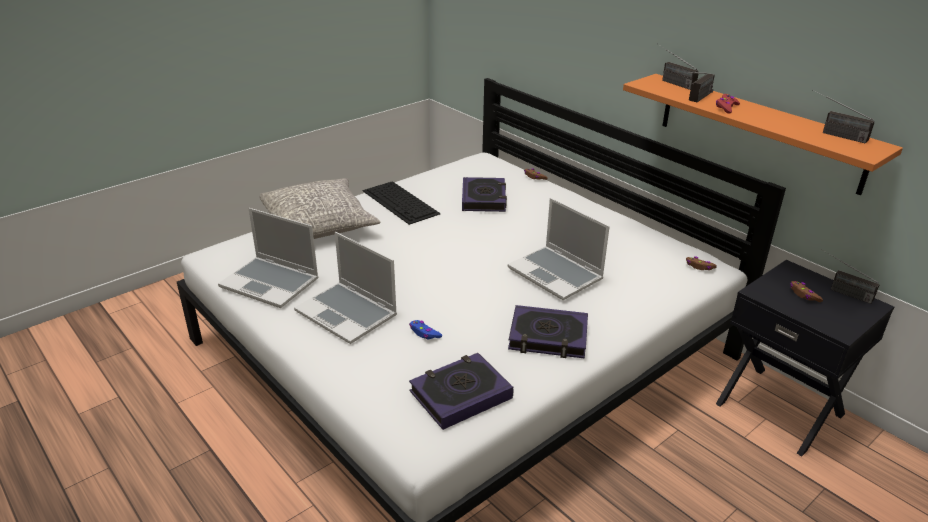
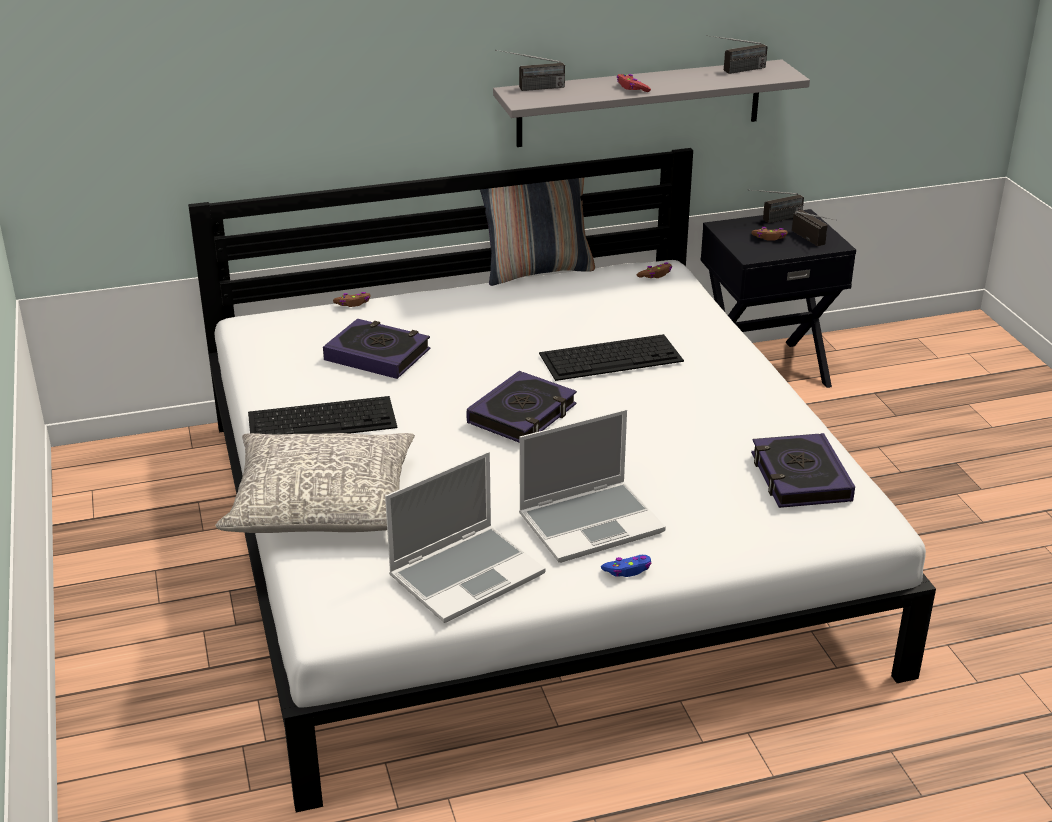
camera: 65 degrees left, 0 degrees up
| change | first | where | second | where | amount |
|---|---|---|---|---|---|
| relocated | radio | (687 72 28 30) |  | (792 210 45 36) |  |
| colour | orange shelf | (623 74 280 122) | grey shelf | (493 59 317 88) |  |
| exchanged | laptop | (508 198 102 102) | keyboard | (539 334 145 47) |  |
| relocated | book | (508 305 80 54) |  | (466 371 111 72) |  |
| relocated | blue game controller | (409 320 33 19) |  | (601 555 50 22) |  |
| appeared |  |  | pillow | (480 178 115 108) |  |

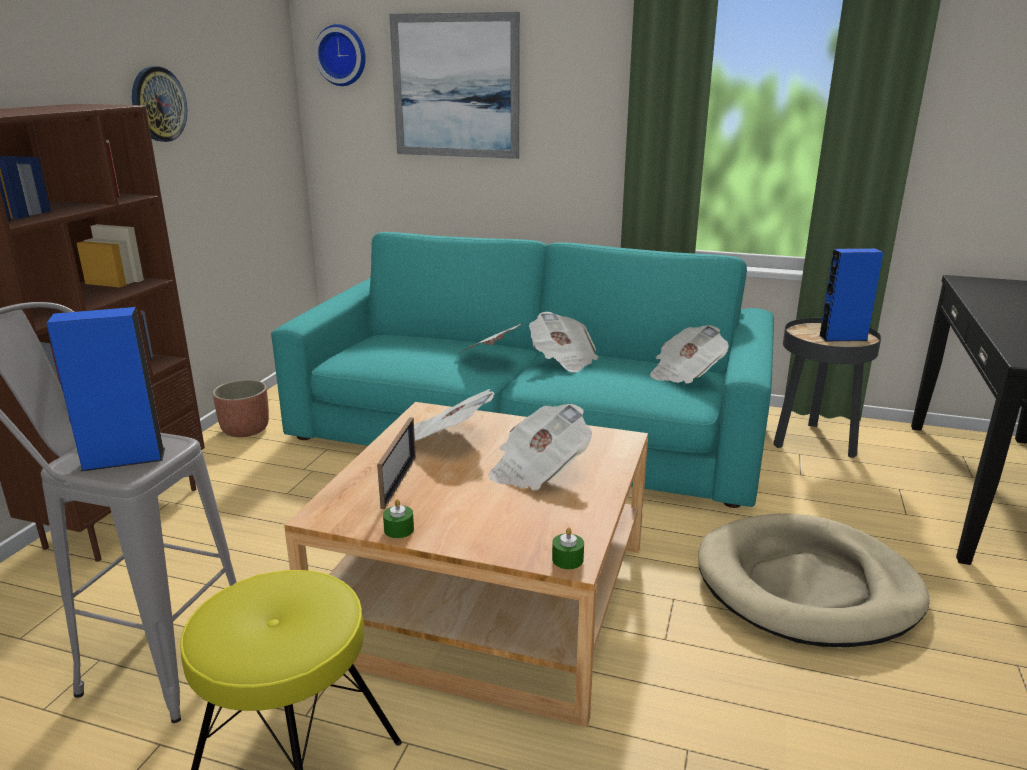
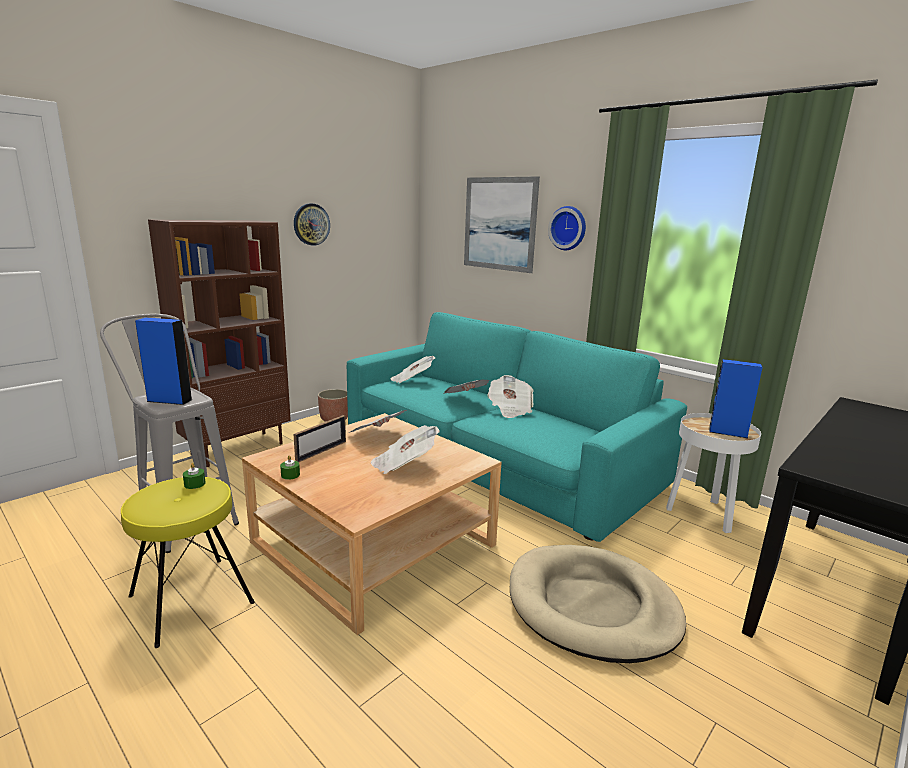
camera: 25 degrees right, 5 degrees down
| change | first | where | second | where | amount |
|---|---|---|---|---|---|
| relocated | wall clock | (314 24 52 62) |  | (548 206 38 44) |  |
| colour | black side table | (773 318 108 140) | white side table | (666 413 95 120) |  |
| relocated | newspaper | (650 325 79 58) |  | (391 356 44 27) |  |
| relocated | green candle | (552 527 32 42) |  | (183 463 23 26) |  |

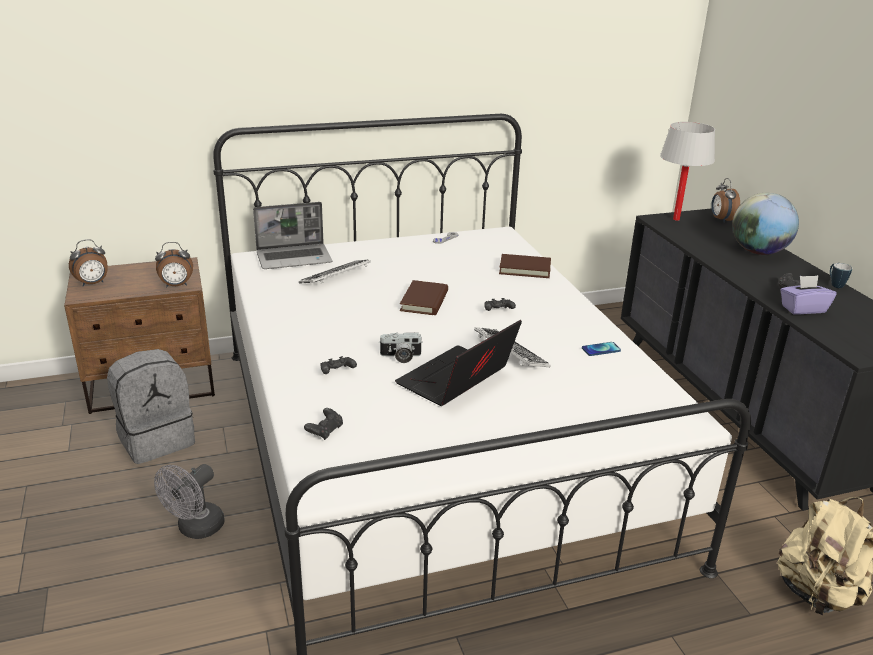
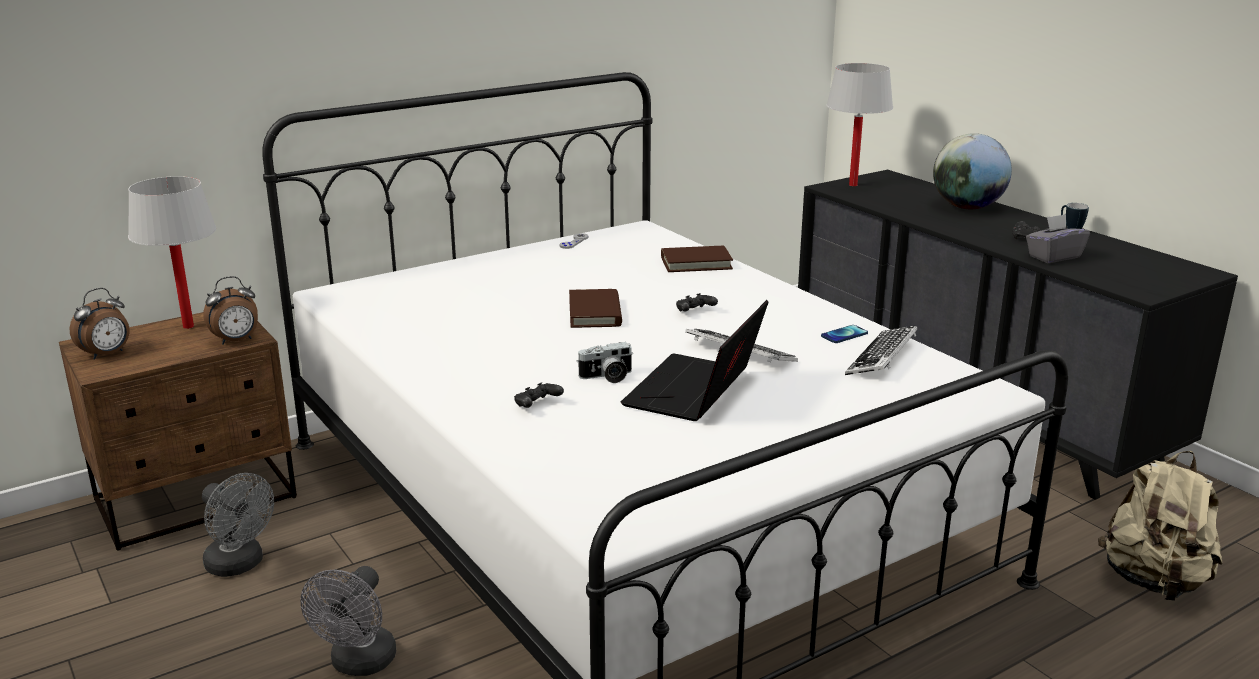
camera: 15 degrees left, 5 degrees down
| change | first | where | second | where | amount |
|---|---|---|---|---|---|
| missing | alarm clock | (711 178 29 45) |  |  |  |
| missing | laptop | (253 202 79 67) |  |  |  |
| relocated | keyboard | (299 260 72 24) |  | (845 326 73 49) |  |
| colour | purple tissue box | (780 275 56 40) | grey tissue box | (1026 214 64 49) |  |
| exchanged | grey backpack | (107 349 88 115) | grey fan | (202 473 72 104) |  |
| missing | black game controller | (304 408 39 32) |  |  |  |
| appeared |  |  | white table lamp | (128 176 89 153) |  |

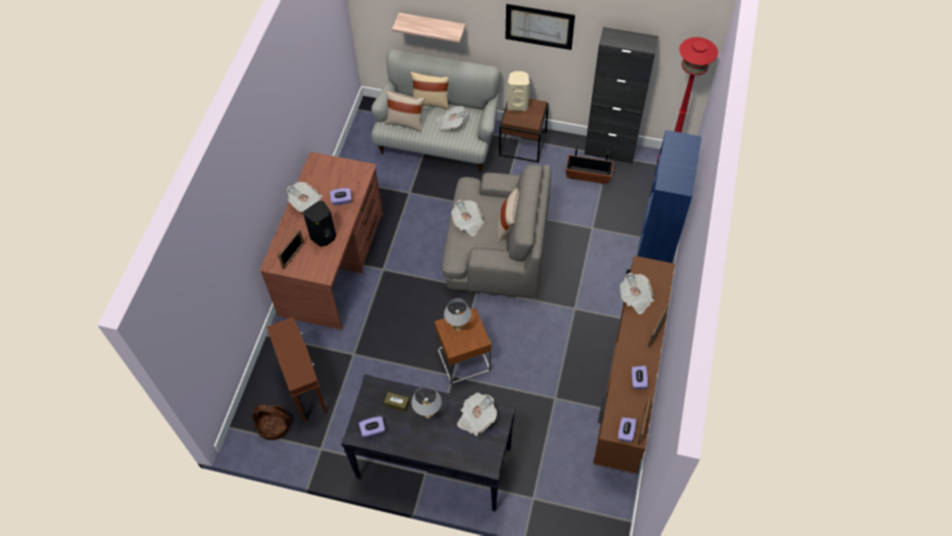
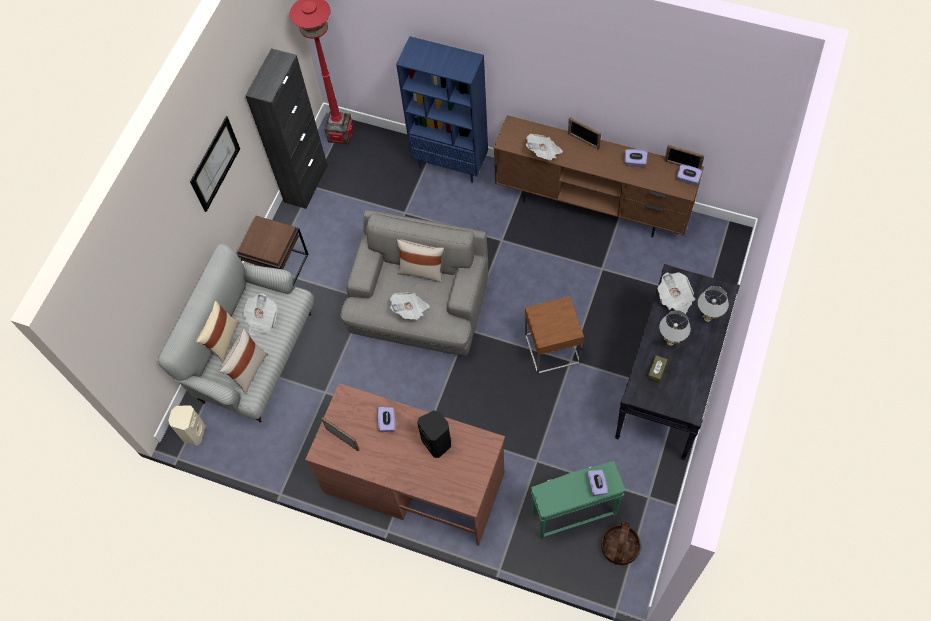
camera: 80 degrees left, 5 degrees up
| change | first | where | second | where | amount |
|---|---|---|---|---|---|
| missing | shelf | (392 13 74 30) |  |  |  |
| relocated | beige speaker | (507 71 23 40) |  | (168 405 38 41) |  |
| missing | planter | (565 145 49 39) |  |  |  |
| missing | newspaper | (287 182 35 30) |  |  |  |
| relocated | picture frame | (278 229 26 40) |  | (321 417 38 35) |  |
| relocated | white table lamp | (444 298 27 33) |  | (698 286 31 36) |  |
| colour | brown side table | (267 317 60 105) | green side table | (531 461 95 78) |  |
| relocated | purple tissue box | (359 416 26 22) |  | (587 470 21 26) |  |

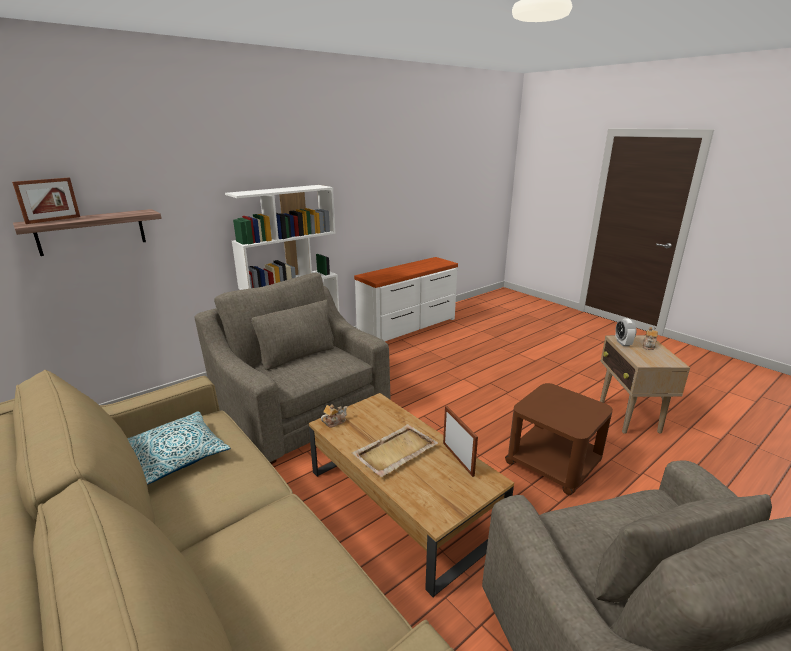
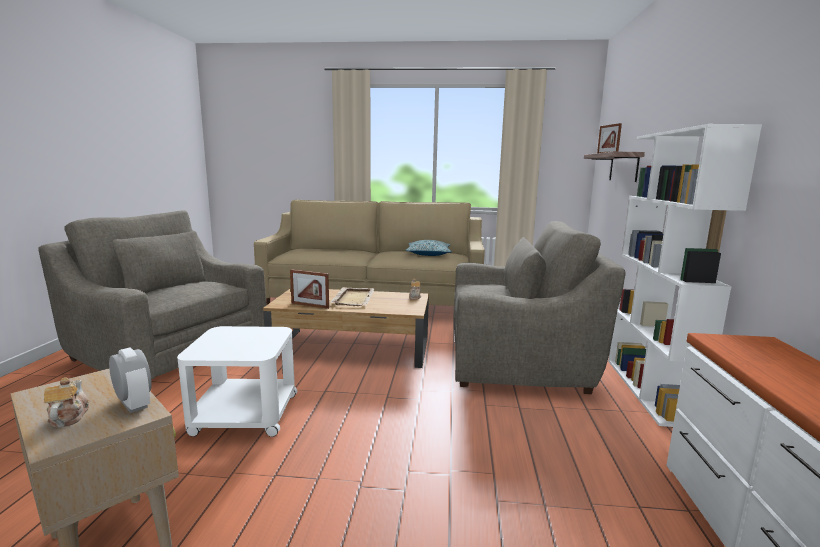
camera: 135 degrees right, 10 degrees down
| change | first | where | second | where | amount |
|---|---|---|---|---|---|
| colour | brown side table | (505 383 108 112) | white side table | (177 326 120 111) |  |

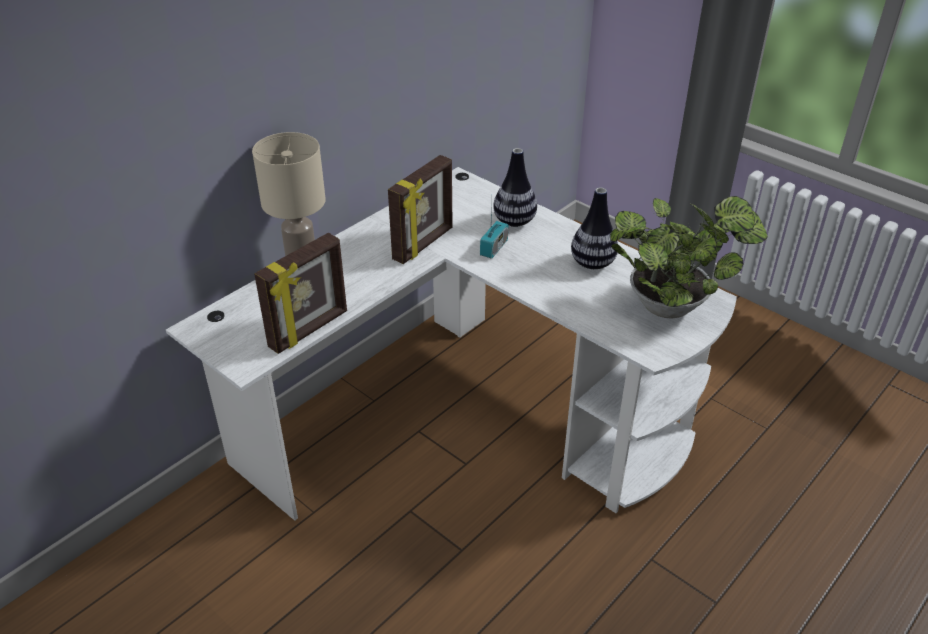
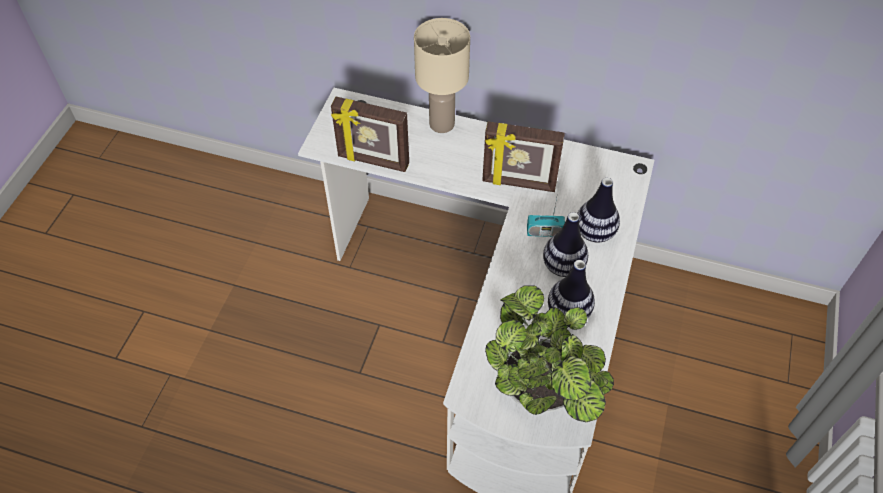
camera: 65 degrees right, 15 degrees up
| change | first | where | second | where | amount |
|---|---|---|---|---|---|
| appeared |  |  | vase | (543 212 45 65) |  |

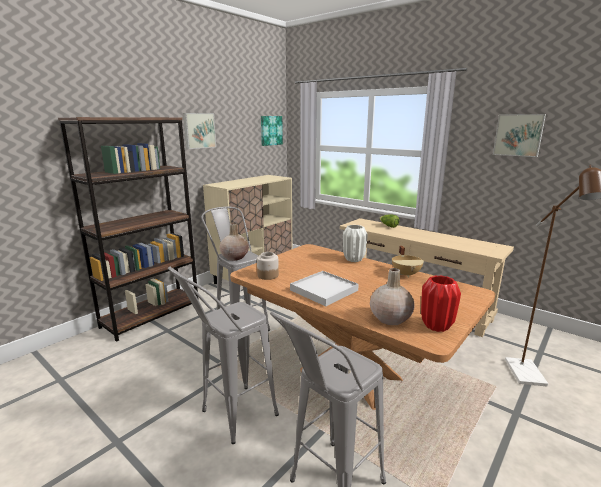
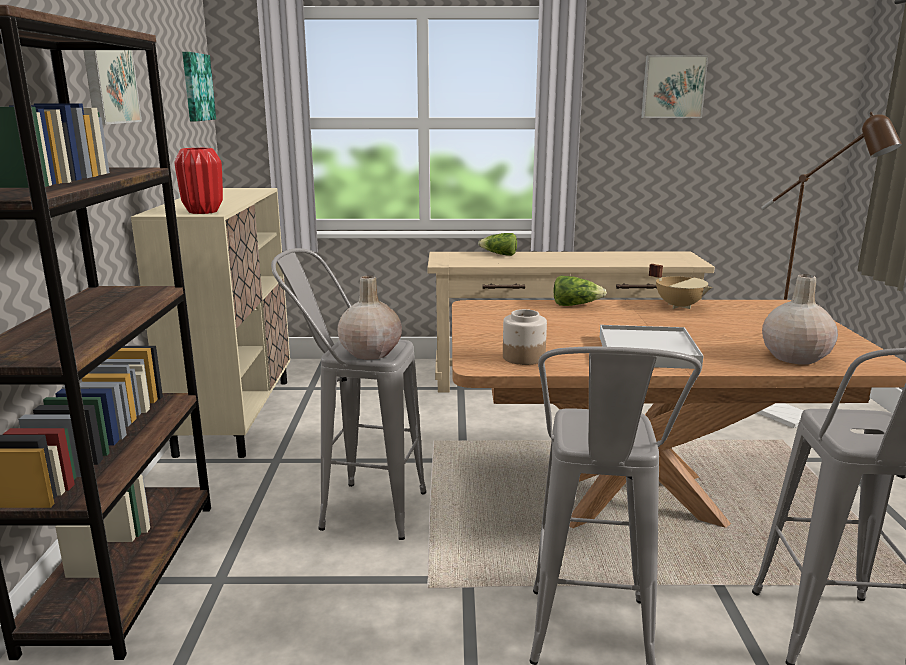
camera: 40 degrees left, 0 degrees up
| change | first | where | second | where | amount |
|---|---|---|---|---|---|
| exchanged | white vase | (343 225 25 37) | lettuce | (553 276 54 30) |  |
| relocated | red vase | (421 275 40 57) |  | (174 148 49 66) |  |

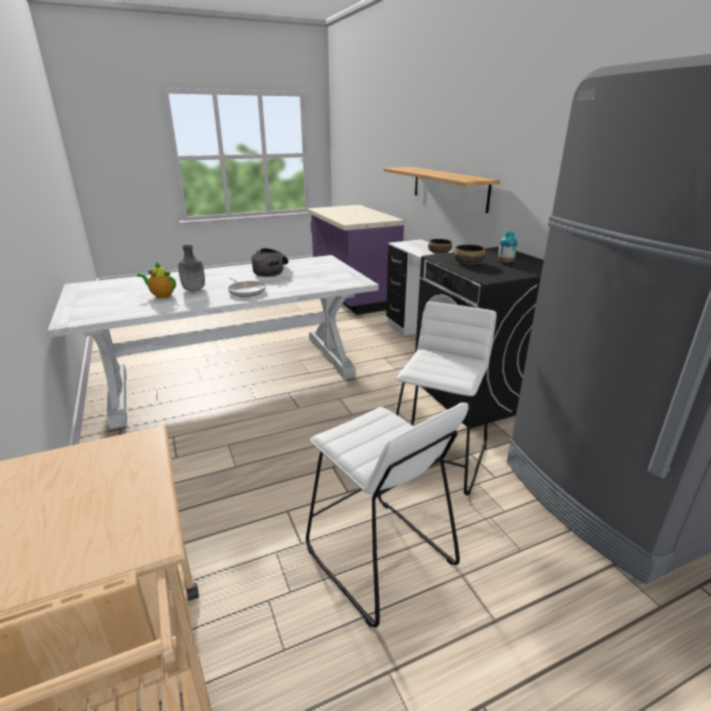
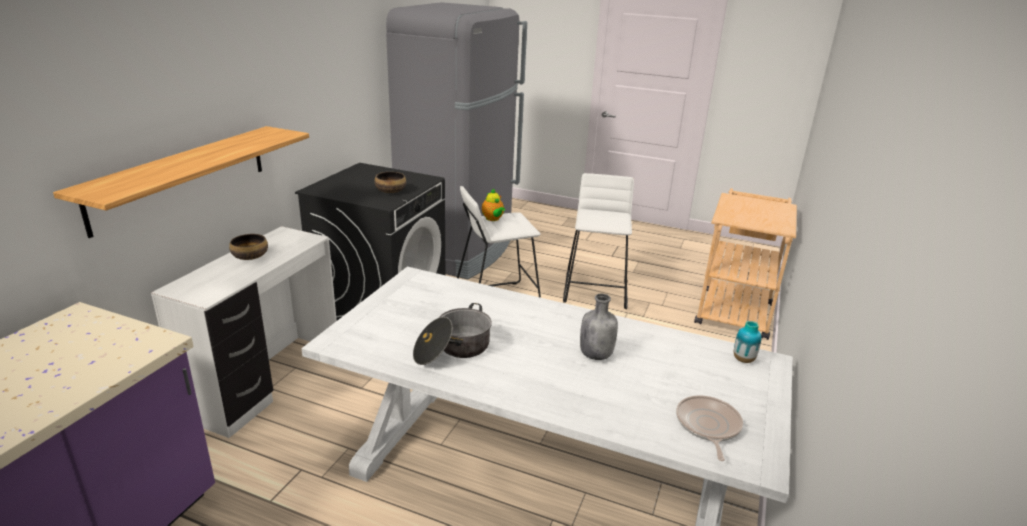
camera: 135 degrees left, 0 degrees up
| change | first | where | second | where | amount |
|---|---|---|---|---|---|
| relocated | vase | (498 231 19 32) |  | (734 321 27 42) |  |
| relocated | teapot | (137 262 39 36) |  | (482 188 23 33) |  |
| relocated | frying pan | (228 277 38 20) |  | (676 395 67 66) |  |

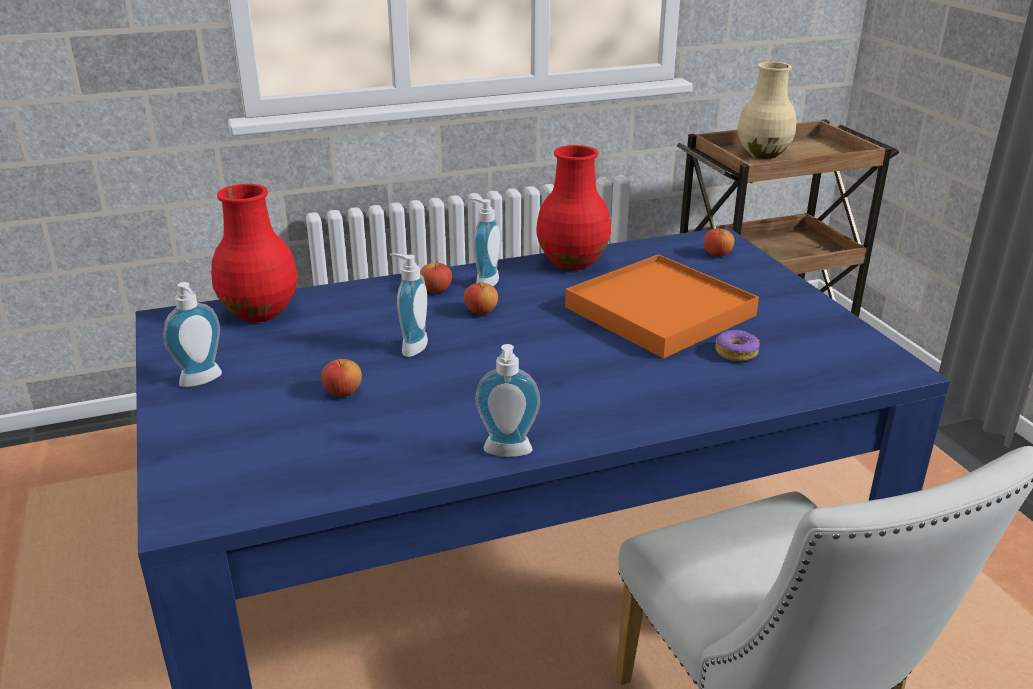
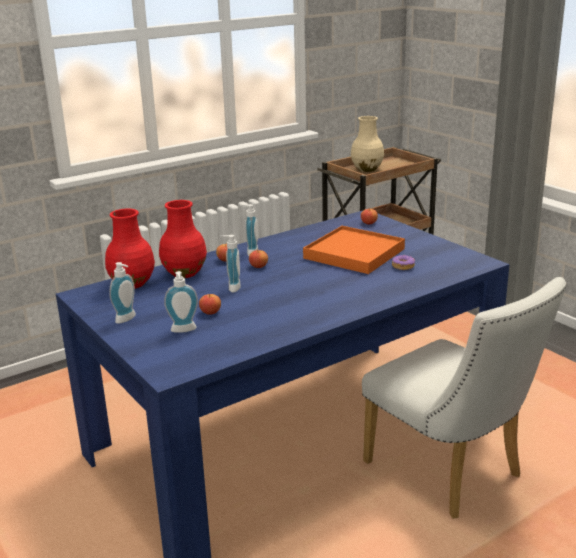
camera: 15 degrees left, 5 degrees down
| change | first | where | second | where | amount |
|---|---|---|---|---|---|
| relocated | red vase | (536 145 75 125) |  | (159 200 48 78) |  |
| relocated | soap dispenser | (475 344 65 113) |  | (164 271 34 62) |  |

